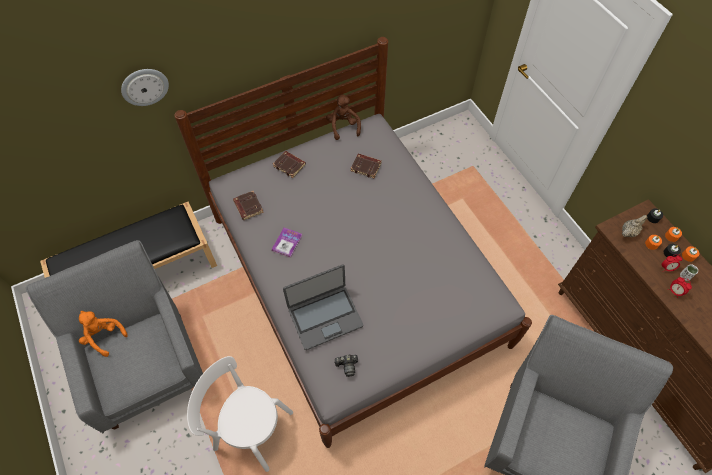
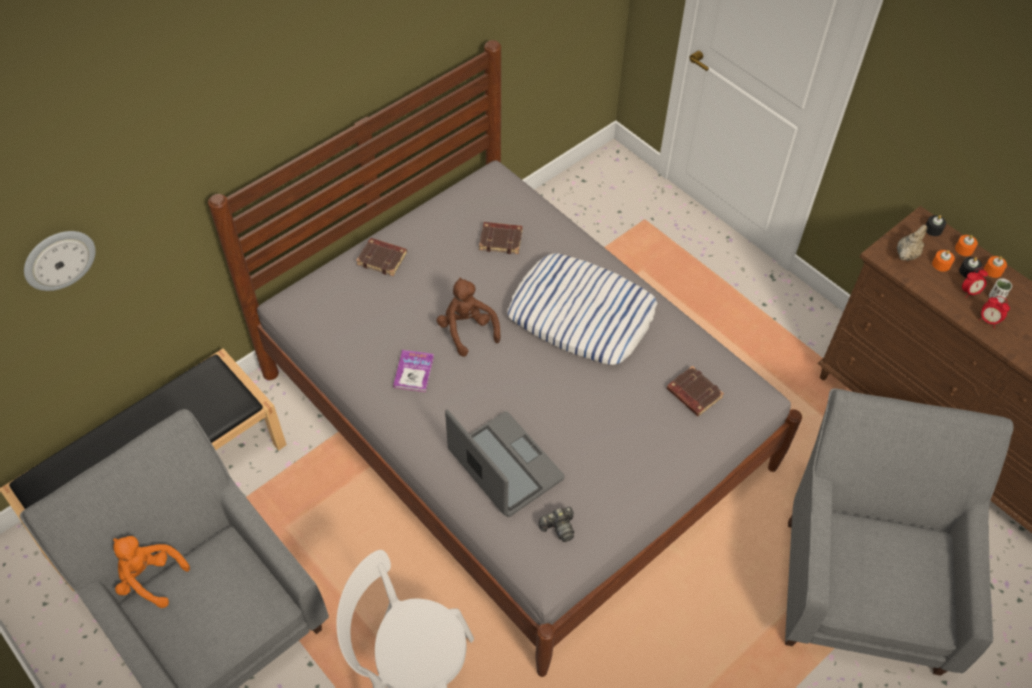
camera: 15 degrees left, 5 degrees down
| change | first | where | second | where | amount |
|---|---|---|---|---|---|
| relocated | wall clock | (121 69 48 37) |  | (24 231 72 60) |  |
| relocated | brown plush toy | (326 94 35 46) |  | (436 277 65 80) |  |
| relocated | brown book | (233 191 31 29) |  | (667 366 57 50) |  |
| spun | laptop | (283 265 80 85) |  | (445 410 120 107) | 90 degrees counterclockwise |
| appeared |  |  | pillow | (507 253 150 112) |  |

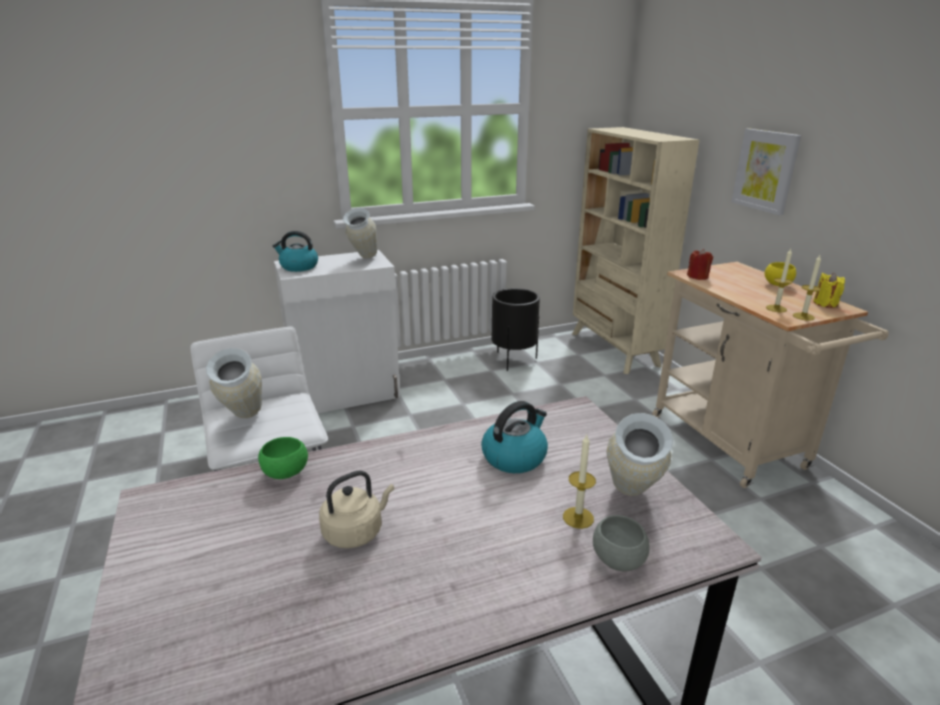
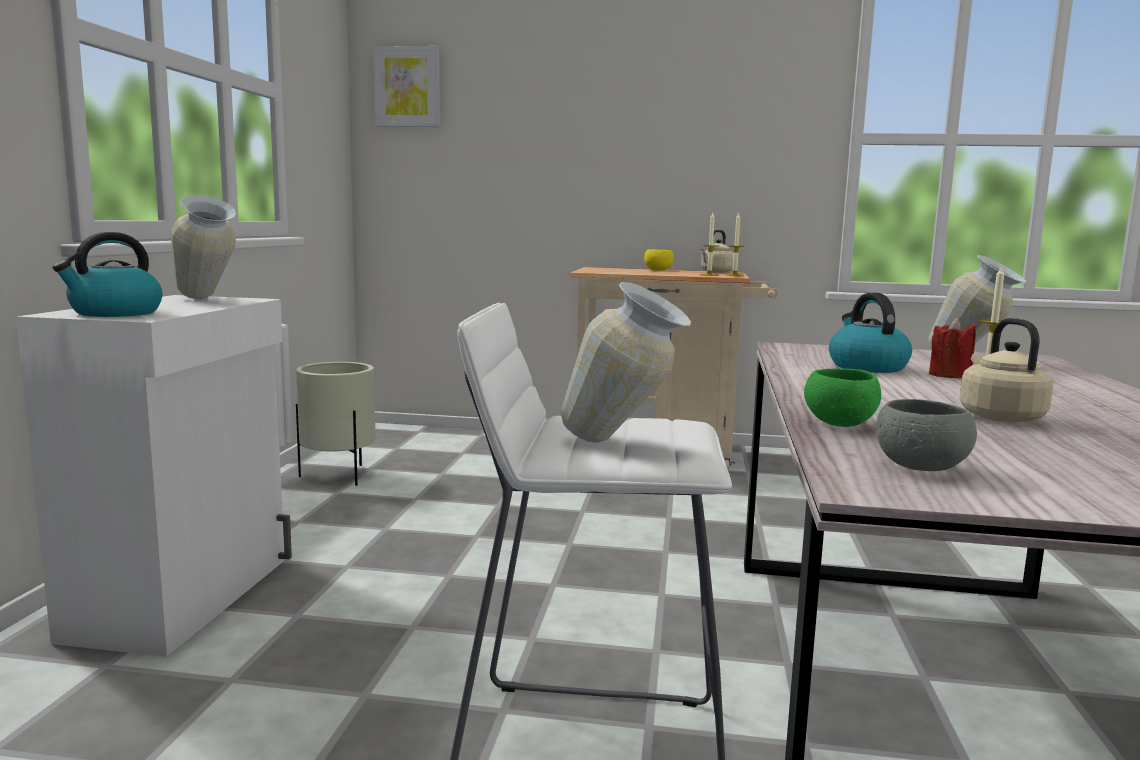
camera: 60 degrees left, 15 degrees down
| change | first | where | second | where | amount |
|---|---|---|---|---|---|
| missing | beige bookcase | (572 127 127 247) |  |  |  |
| relocated | picture | (731 129 70 86) |  | (373 46 67 81) |  |
| relocated | red candle | (687 249 26 31) |  | (929 317 47 61) |  |
| exchanged | yellow candle | (813 273 32 35) | beige kettle | (700 230 34 43) |  |
| colour | black planter | (492 288 48 83) | beige planter | (296 362 80 124) |  |
| relocated | grey bowl | (593 515 57 57) |  | (877 399 100 72) |  |

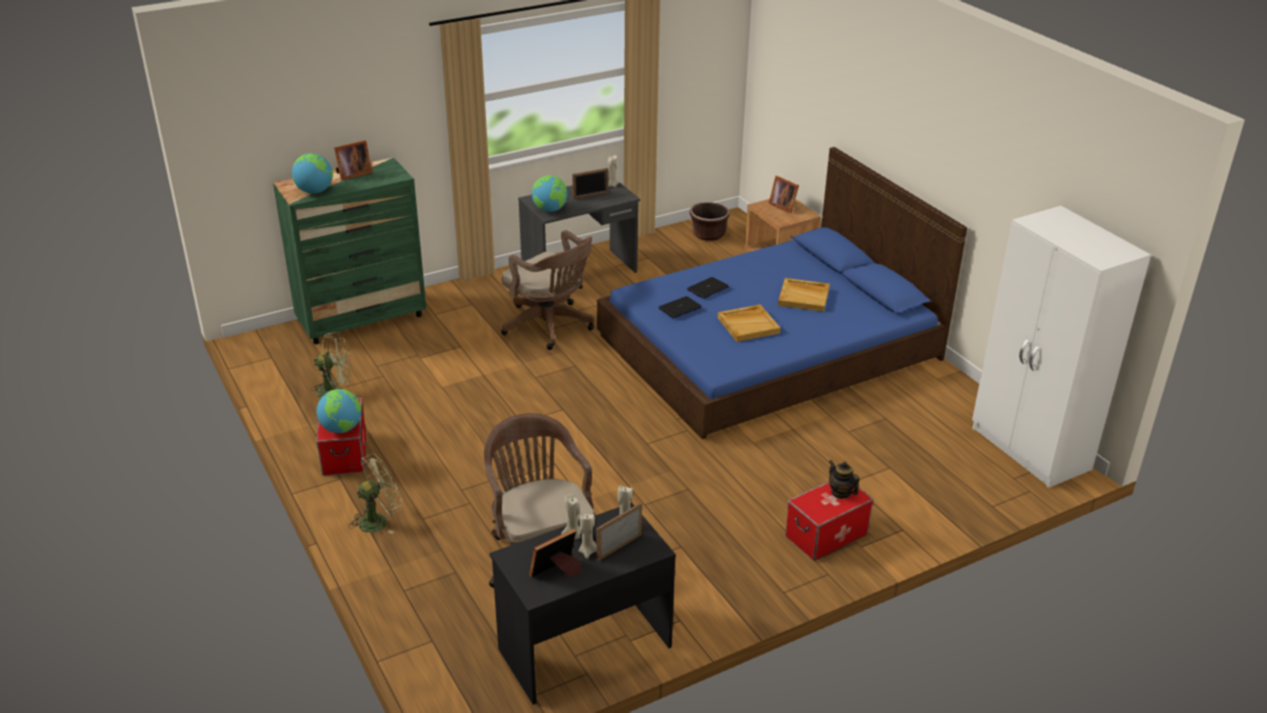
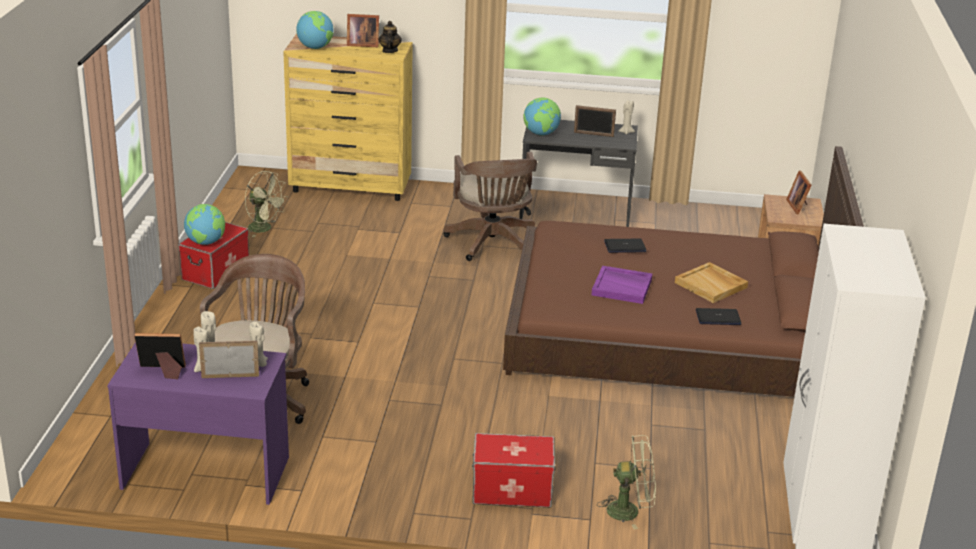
camera: 35 degrees right, 5 degrees down
| change | first | where | second | where | amount |
|---|---|---|---|---|---|
| colour | blue bed | (597 147 370 292) | brown bed | (503 146 361 251) |  |
| colour | green dresser | (273 157 153 187) | yellow dresser | (283 34 130 167) |  |
| missing | brown planter | (690 203 40 38) |  |  |  |
| relocated | laptop | (659 296 43 23) |  | (696 308 45 17) |  |
| colour | beige tray | (718 305 62 37) | purple tray | (591 266 61 38) |  |
| relocated | green fan | (349 453 53 81) |  | (597 435 59 95) |  |
| relocated | teapot | (829 460 30 39) |  | (378 21 24 32) |  |
| colour | black desk | (489 503 187 202) | purple desk | (107 342 182 163) |  |

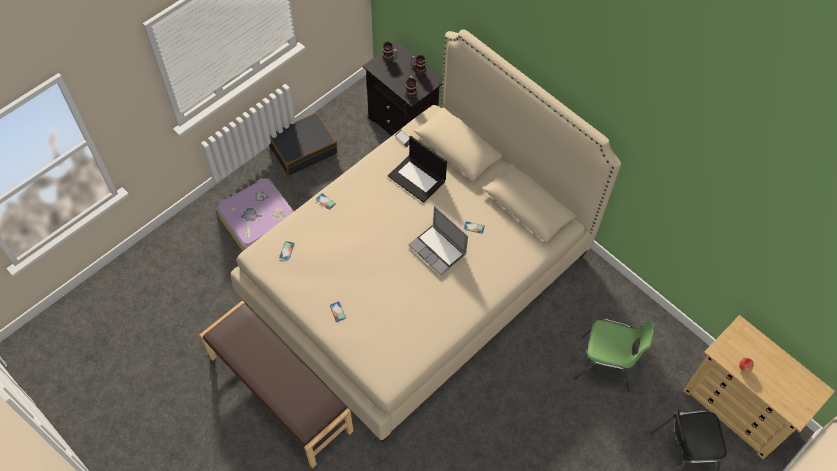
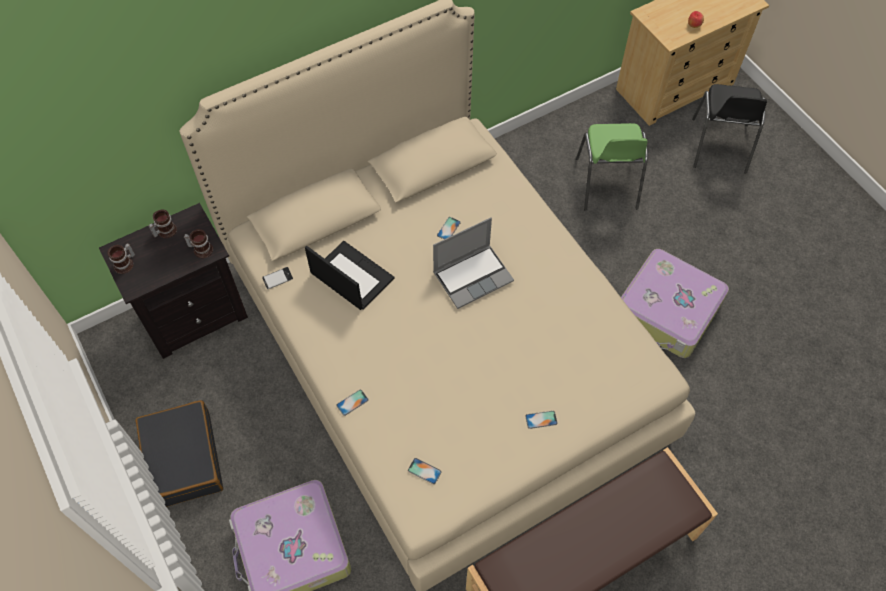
camera: 75 degrees left, 0 degrees up
| change | first | where | second | where | amount |
|---|---|---|---|---|---|
| spun | laptop | (388 136 59 67) |  | (305 241 89 69) | 105 degrees counterclockwise |
| spun | green chair | (573 318 81 74) |  | (576 123 72 88) | 150 degrees clockwise |
| appeared |  |  | suitcase | (621 249 108 109) |  |

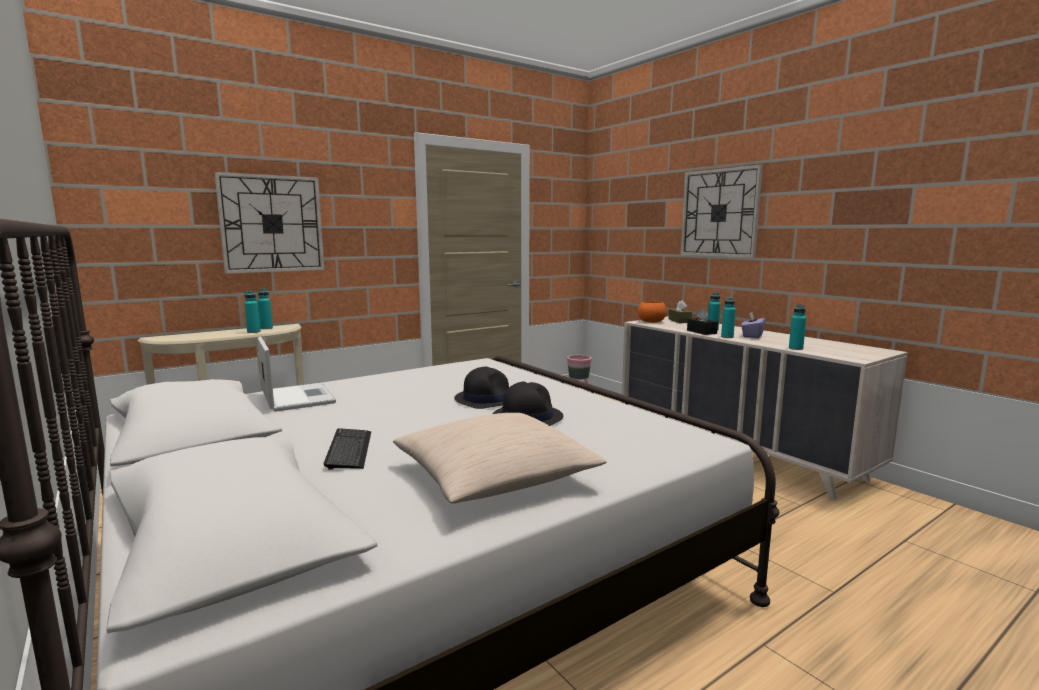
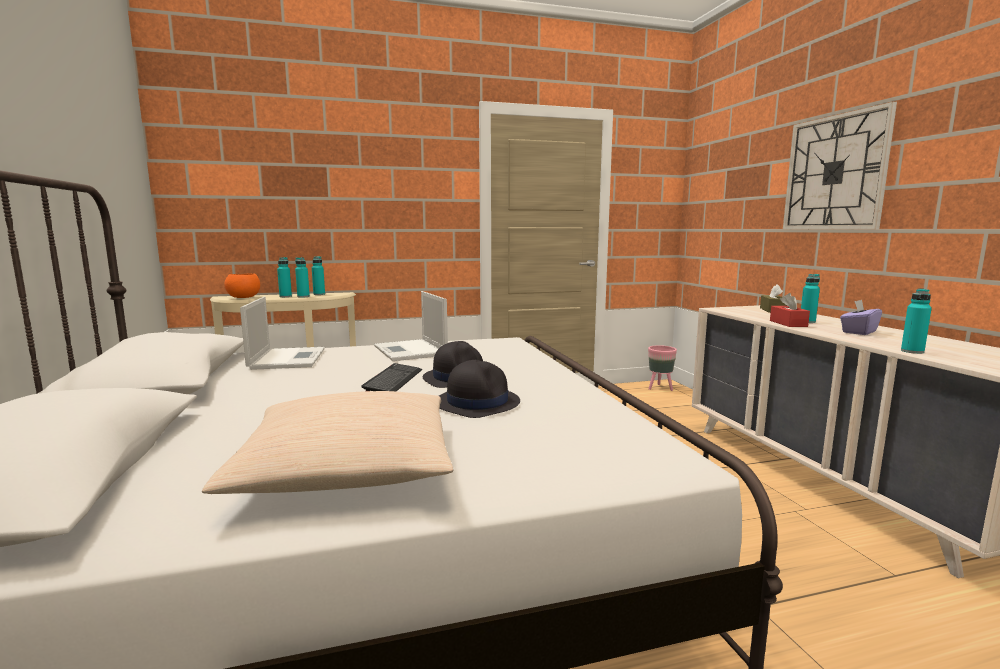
camera: 20 degrees right, 0 degrees up
| change | first | where | second | where | amount |
|---|---|---|---|---|---|
| missing | wall clock | (214 172 110 102) |  |  |  |
| relocated | turquoise bottle | (721 297 15 41) |  | (277 257 15 40) |  |
| relocated | orange bowl | (638 301 29 22) |  | (224 273 36 25) |  |
| colour | black tissue box | (687 308 31 27) | red tissue box | (770 293 40 34) |  |
| relocated | keyboard | (324 428 47 42) |  | (361 363 61 28) |  |
| appeared |  |  | laptop | (374 291 74 70) |  |

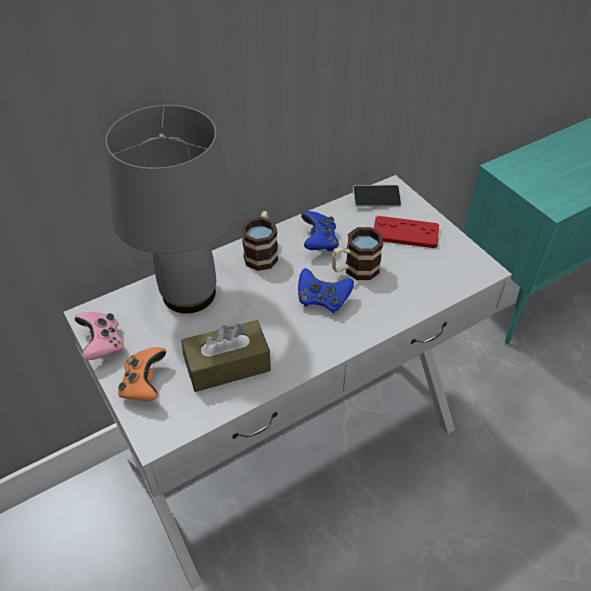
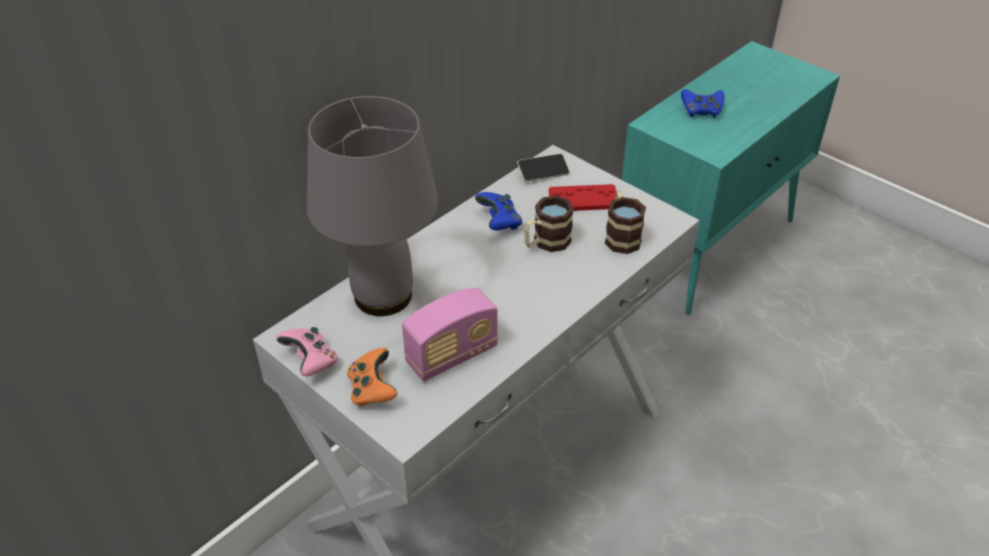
camera: 15 degrees left, 5 degrees down
| change | first | where | second | where | amount |
|---|---|---|---|---|---|
| relocated | mug | (241 211 37 60) |  | (605 192 41 62) |  |
| relocated | blue game controller | (298 268 56 45) |  | (681 89 44 29) |  |
| exchanged | brown tissue box | (181 320 90 72) | radio | (402 288 96 93) |  |

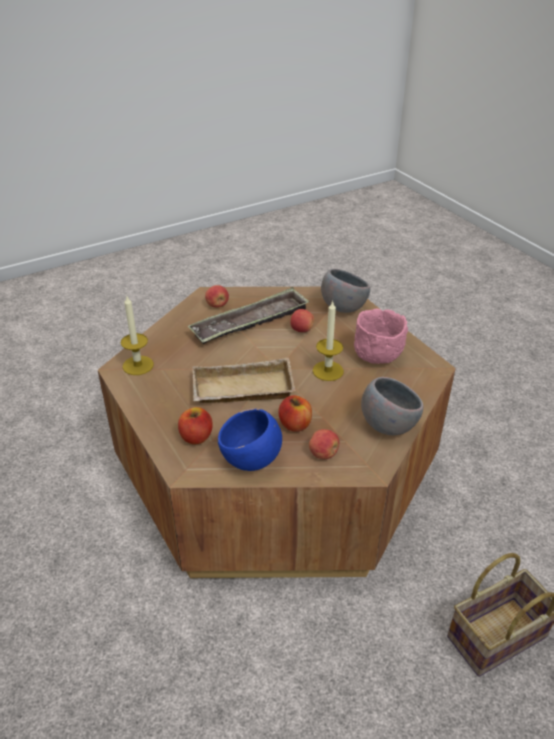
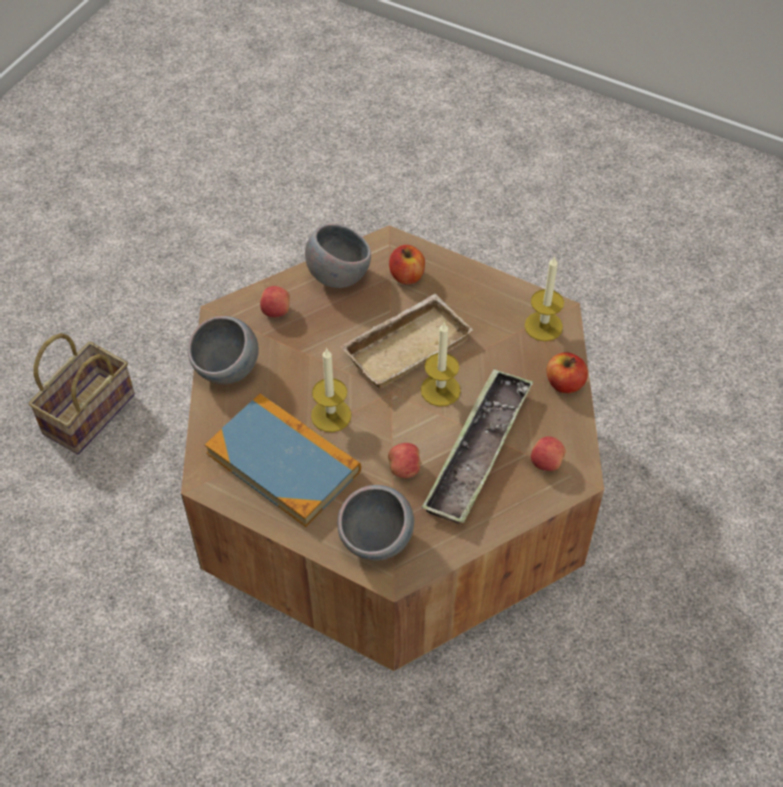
camera: 150 degrees right, 15 degrees up
| change | first | where | second | where | amount |
|---|---|---|---|---|---|
| exchanged | pink bowl | (354 308 54 56) | book | (205 394 156 133) |  |
| relocated | apple | (279 395 33 37) |  | (546 353 42 40) |  |
| colour | blue bowl | (218 408 64 63) | grey bowl | (305 224 66 64) |  |
| appeared |  |  | candle | (421 322 40 85) |  |

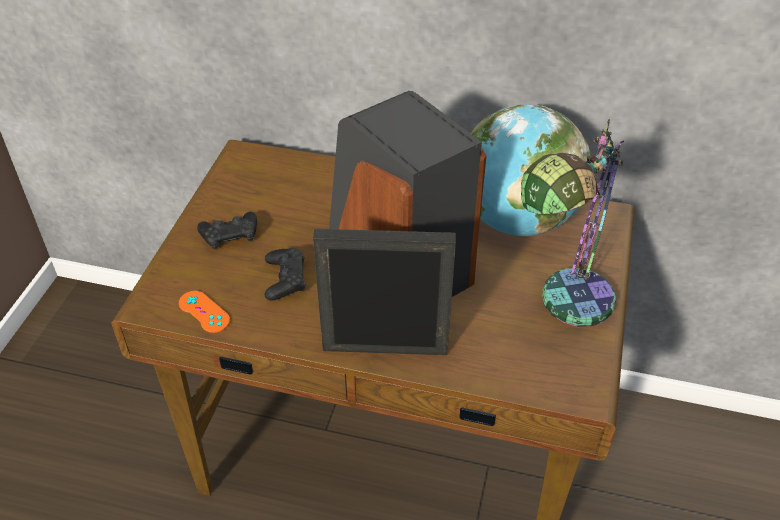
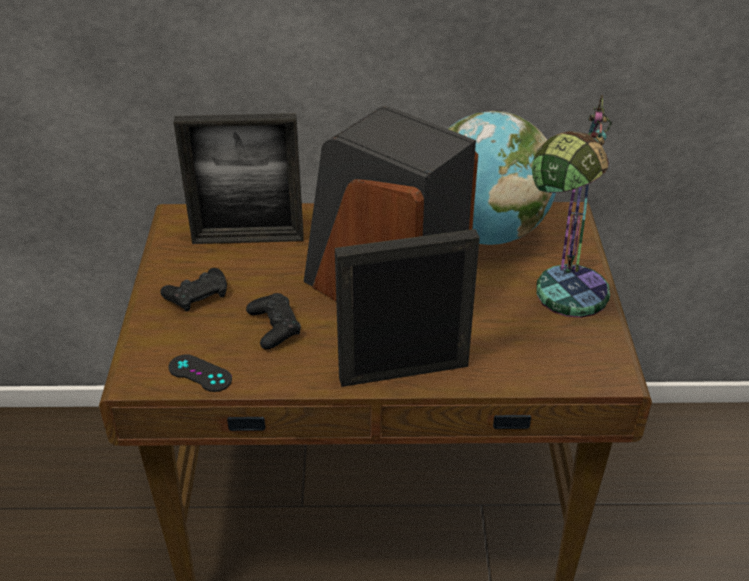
camera: 15 degrees left, 5 degrees down
| change | first | where | second | where | amount |
|---|---|---|---|---|---|
| colour | orange game controller | (179 291 51 42) | black game controller | (168 354 64 38) |  |
| appeared |  |  | picture frame | (173 113 131 131) |  |

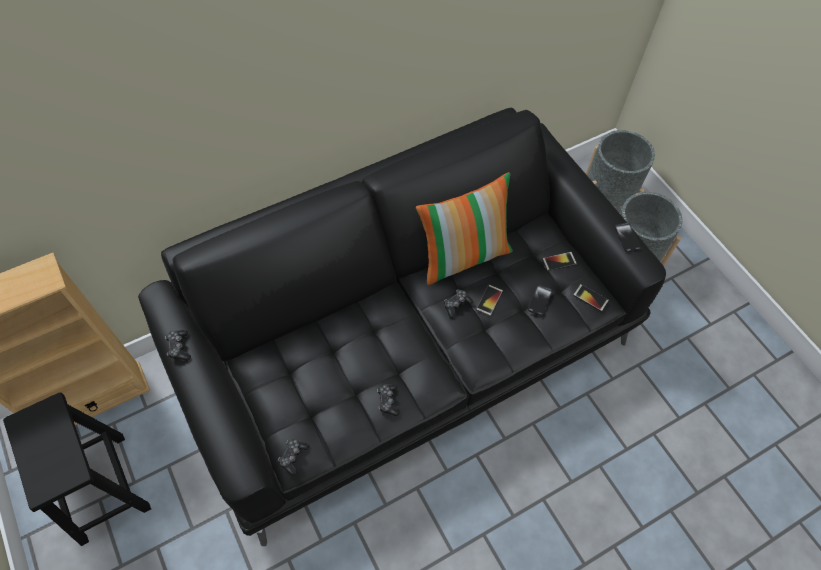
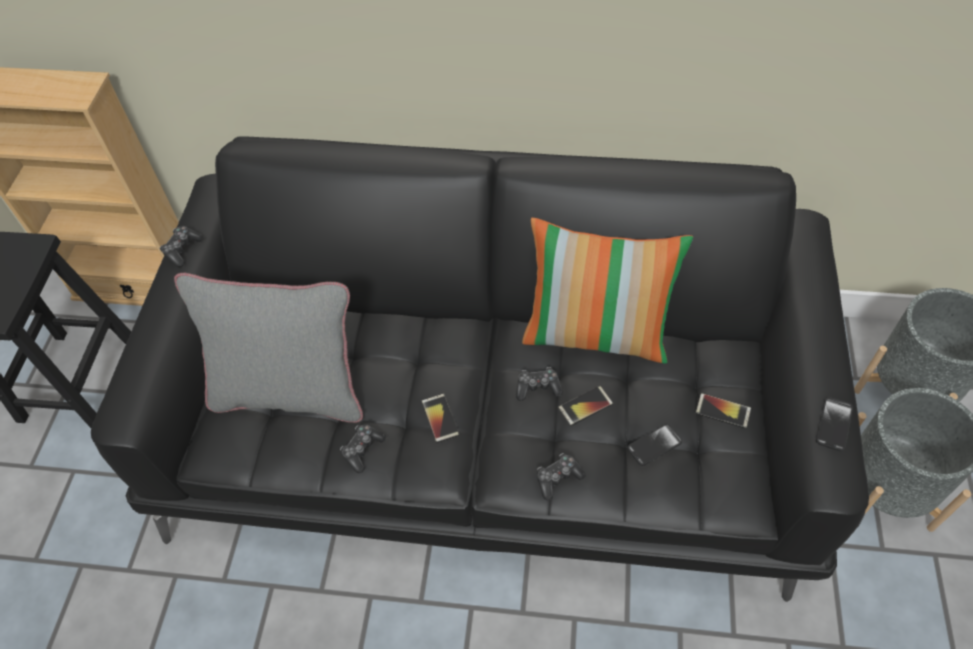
camera: 40 degrees right, 5 degrees down
| change | first | where | second | where | amount |
|---|---|---|---|---|---|
| relocated | phone | (573 284 36 28) |  | (422 393 37 50) |  |
| relocated | game controller | (278 439 31 37) |  | (537 453 48 47) |  |
| appeared |  |  | grey pillow | (174 272 189 151) |  |

